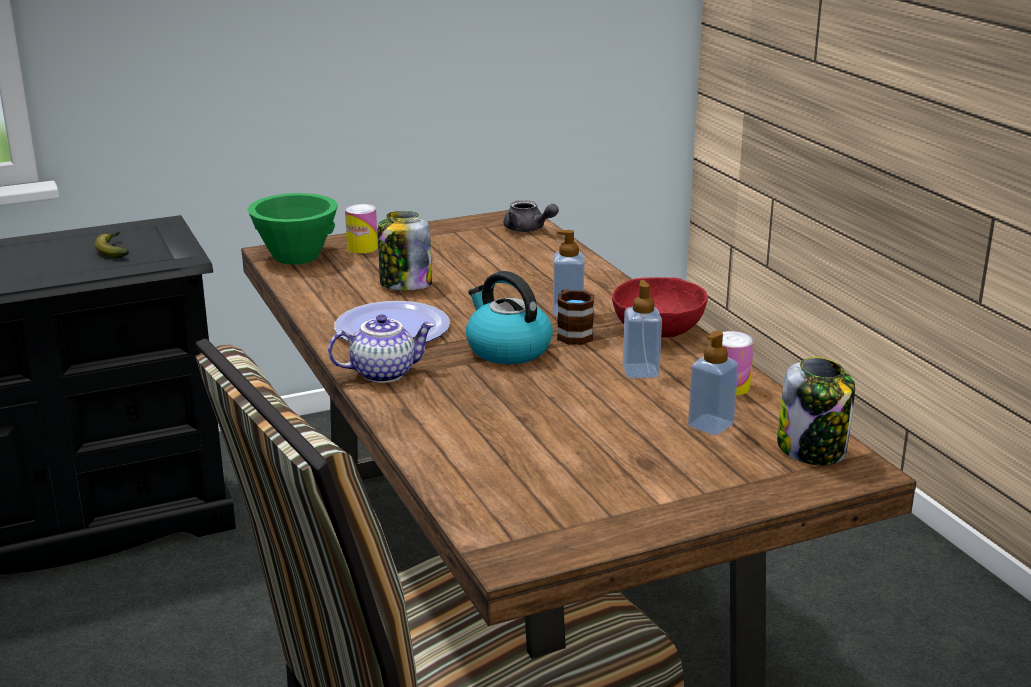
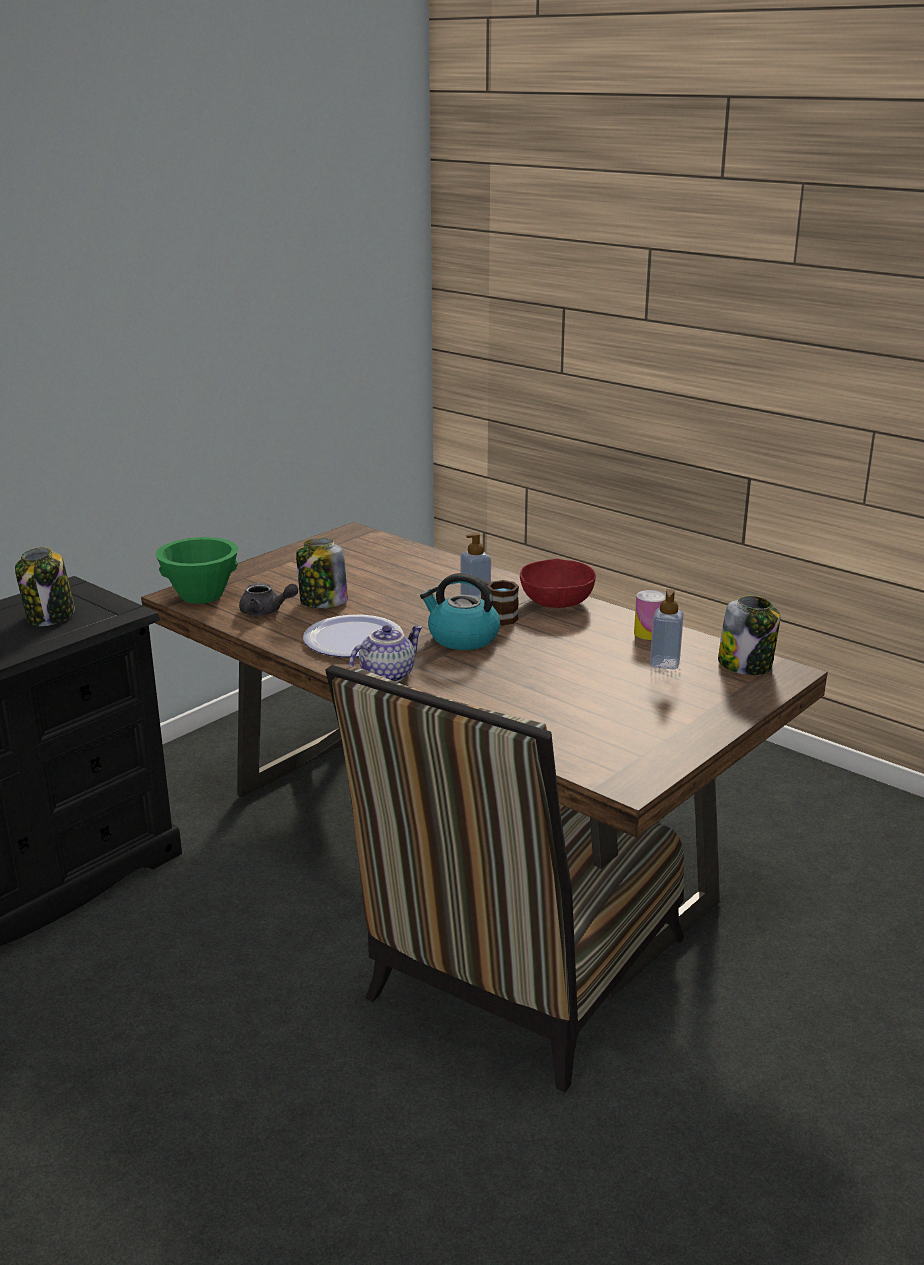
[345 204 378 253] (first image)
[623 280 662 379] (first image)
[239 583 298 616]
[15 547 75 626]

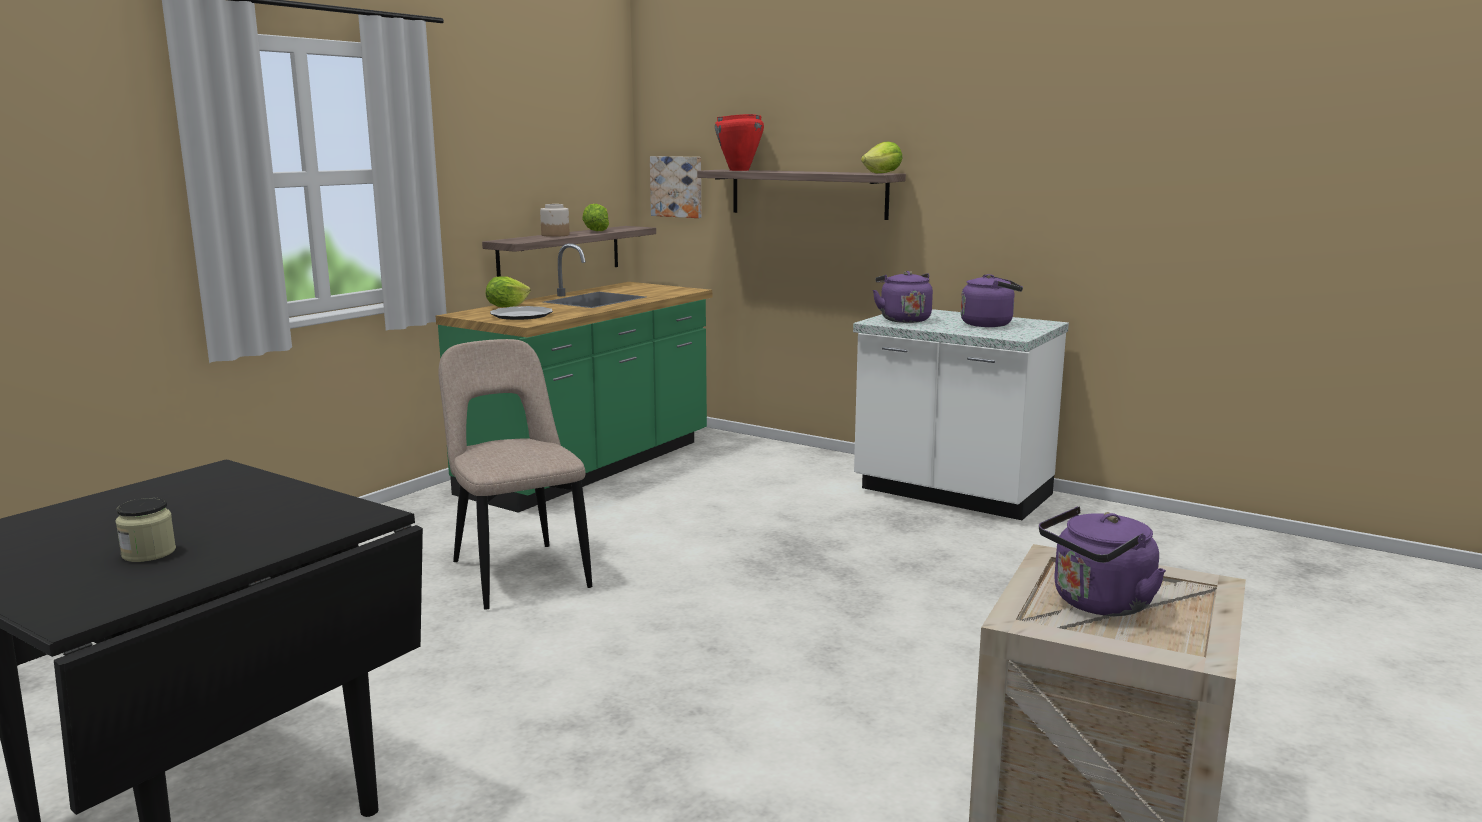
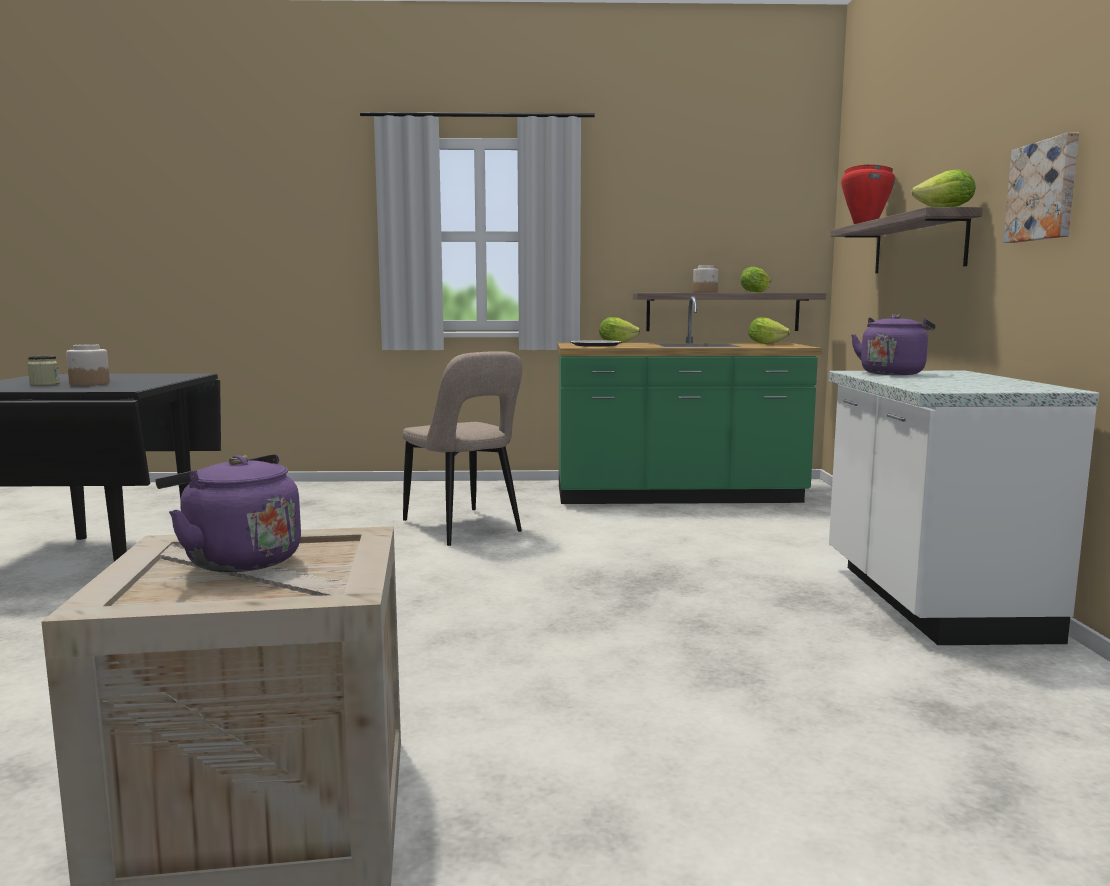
[961 274 1023 327] (first image)
[66 344 110 386]
[748 317 790 344]
[1003 132 1079 243]
[403 351 522 546]

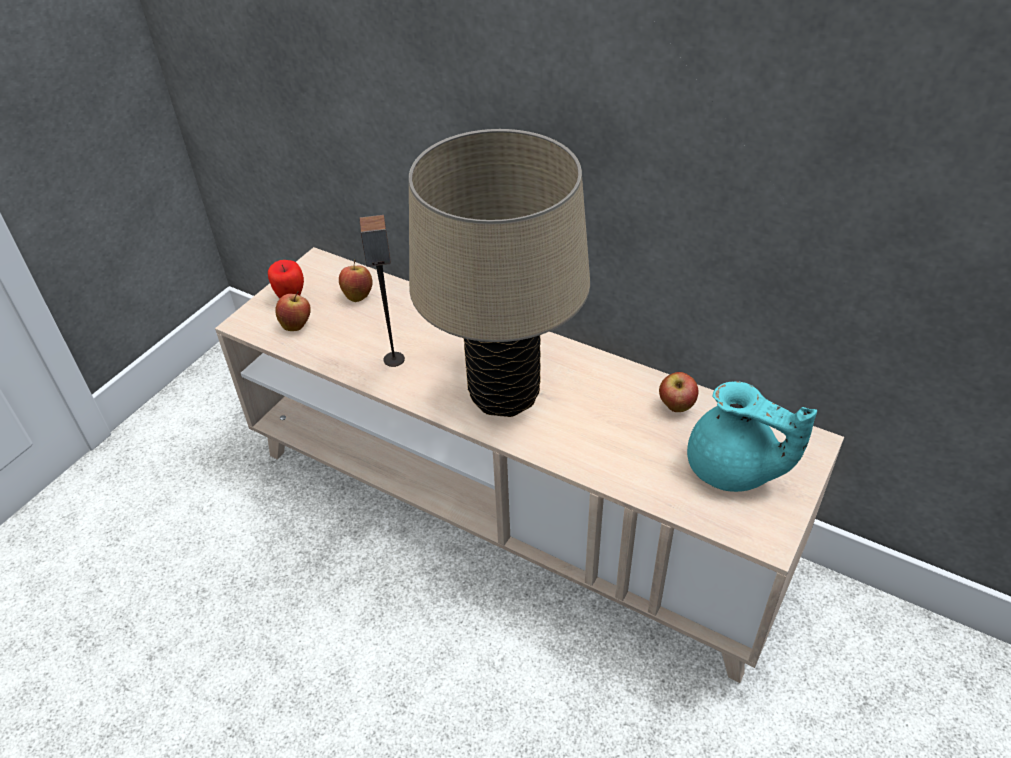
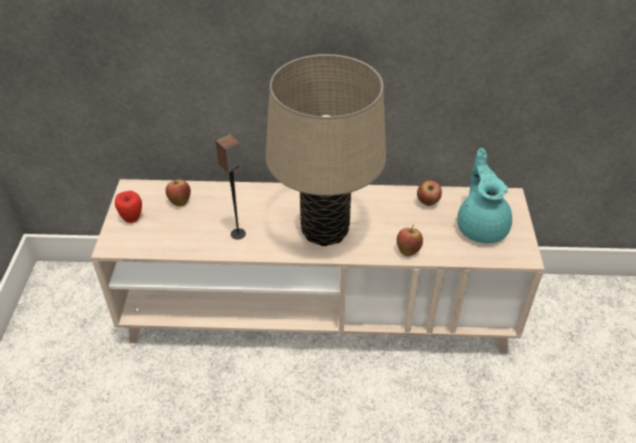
[397 225 423 256]
[457 148 512 243]

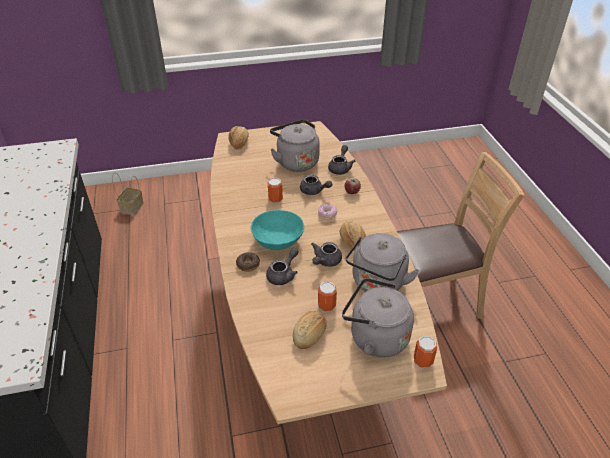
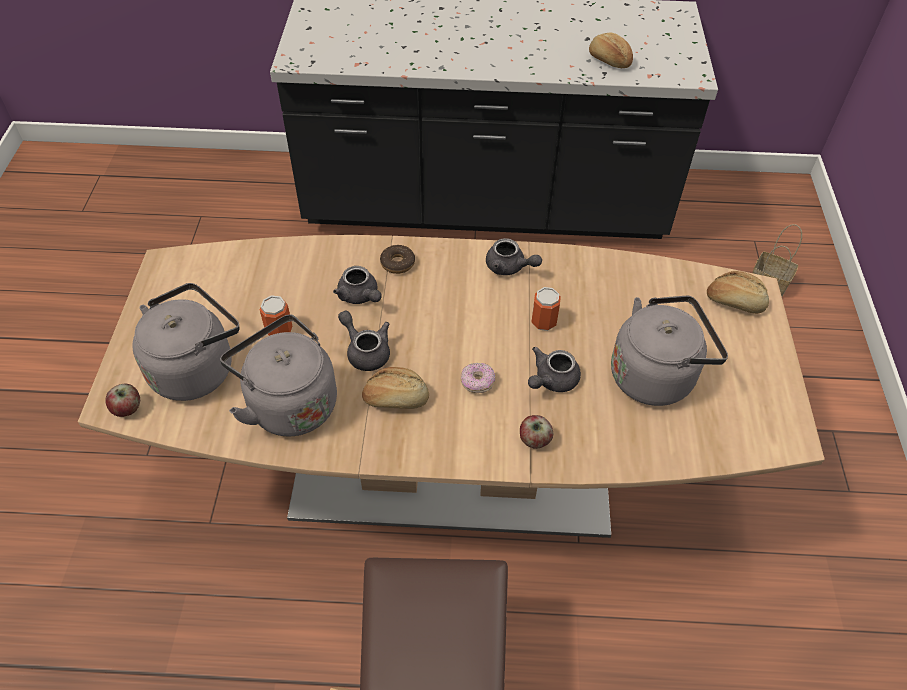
[251 210 304 250] (first image)
[589 33 633 68]
[486 238 542 275]
[105 384 140 417]

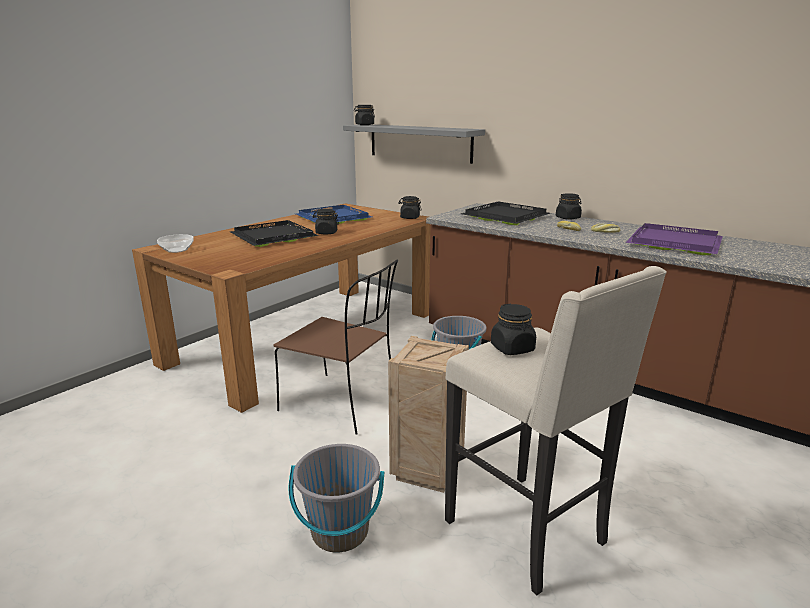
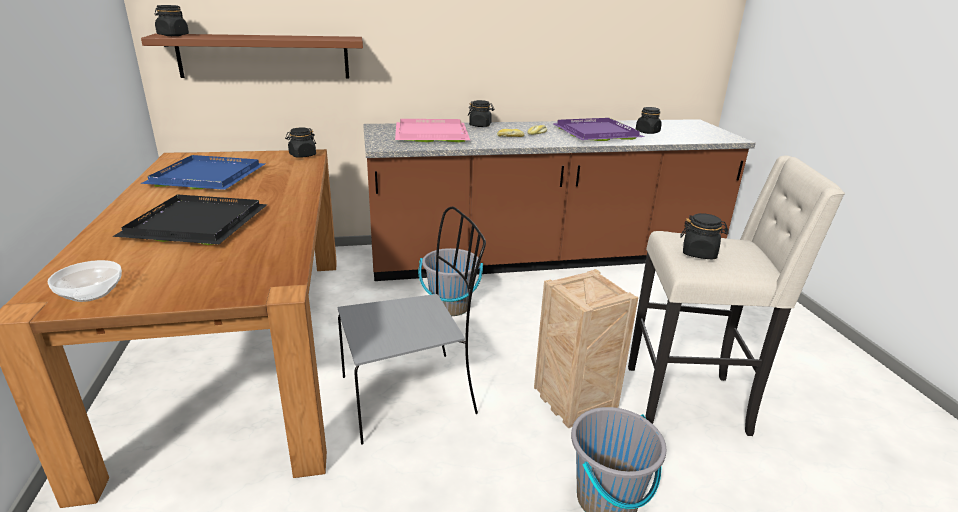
[636 107 662 134]
[338 207 486 445]
[141 33 363 78]
[395 119 470 142]

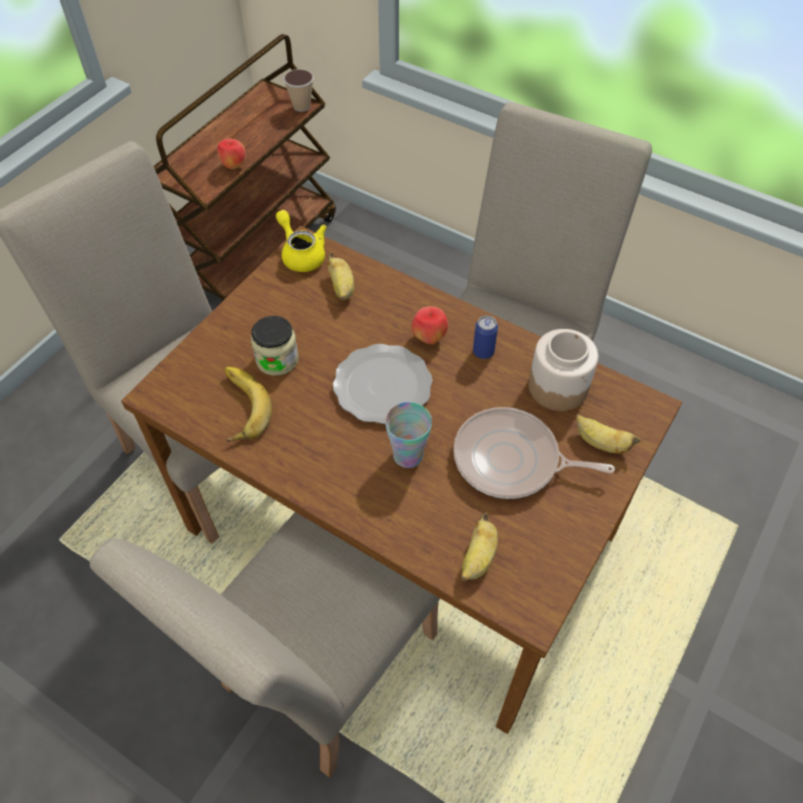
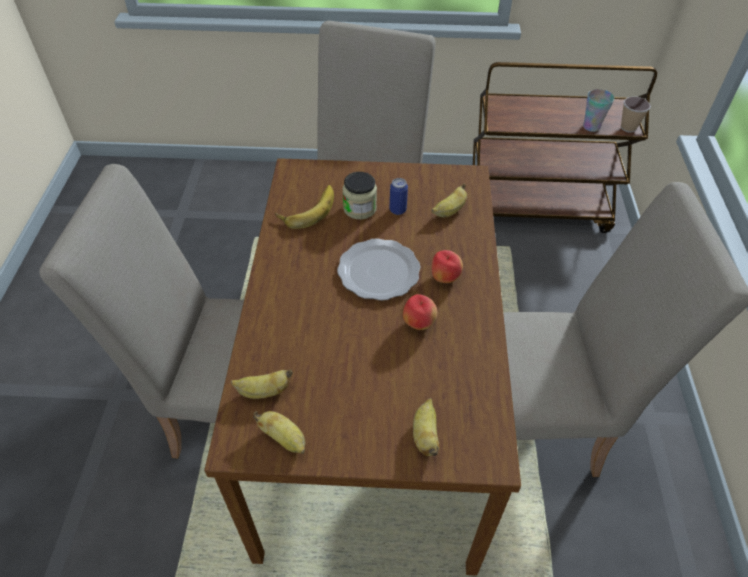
[276 210 327 272] (first image)
[453 407 615 499] (first image)
[529 329 598 411] (first image)
[253 411 305 454]
[403 294 438 330]
[583 89 614 132]
[390 178 408 215]

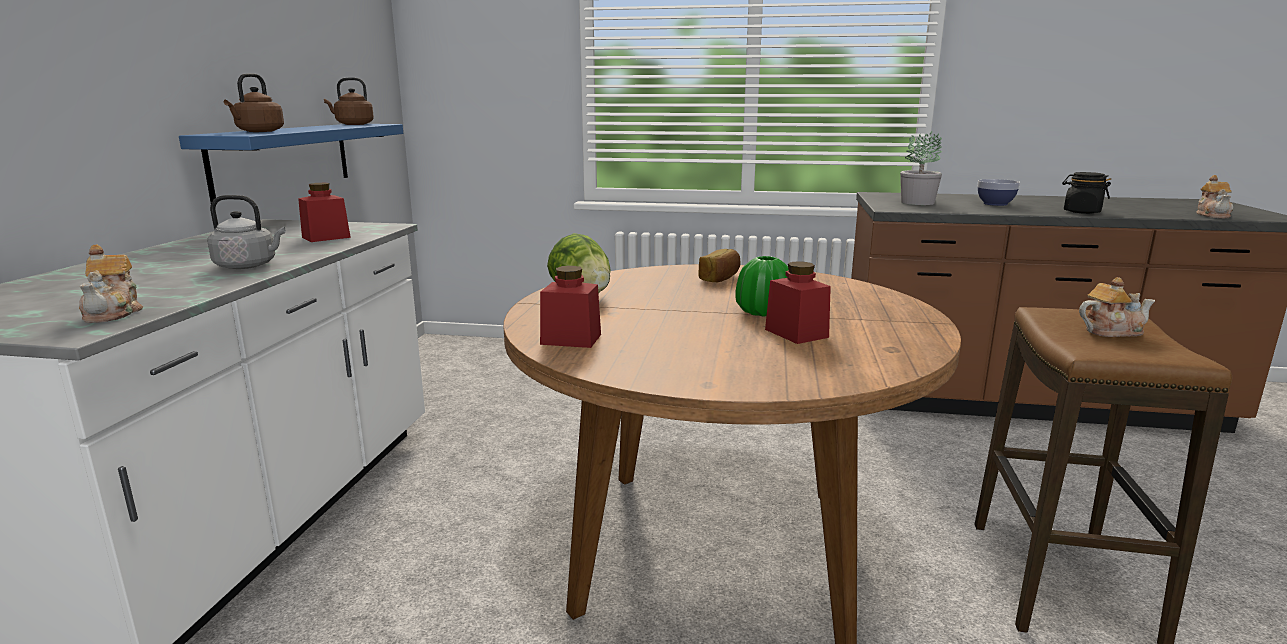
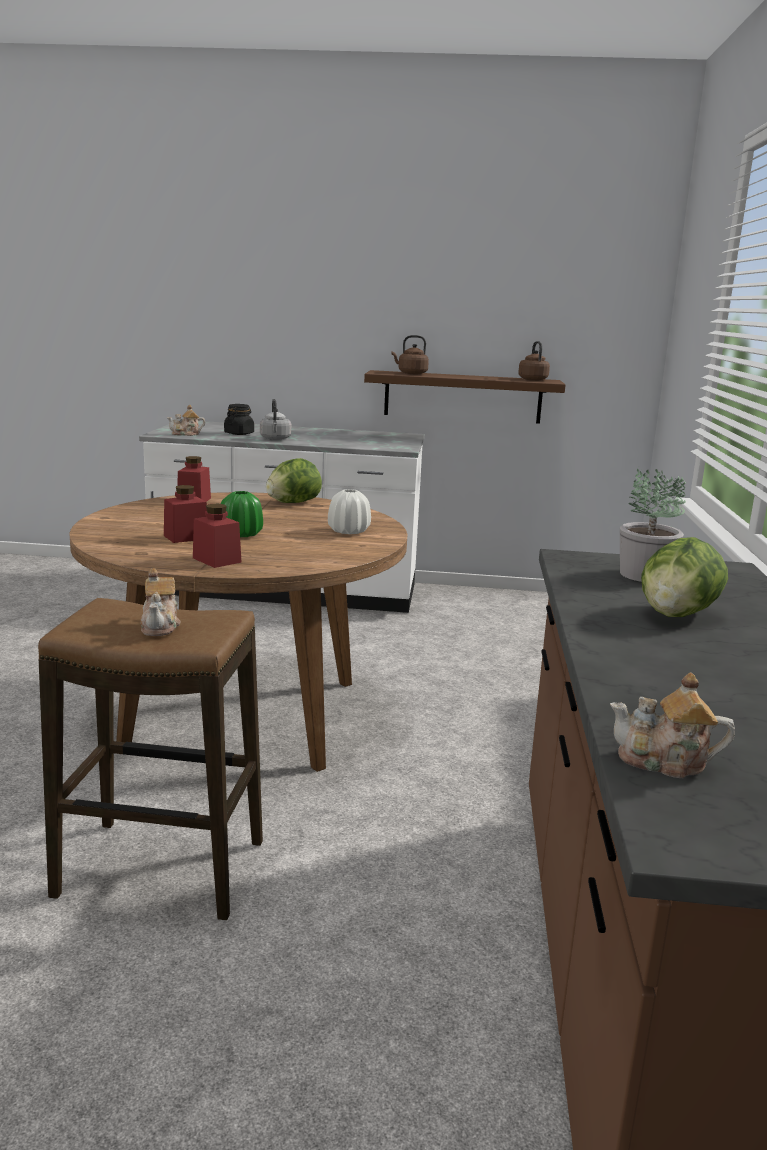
[193 504 241 568]
[224 404 254 435]
[328 489 371 534]
[641 537 728 617]
[364 370 565 424]

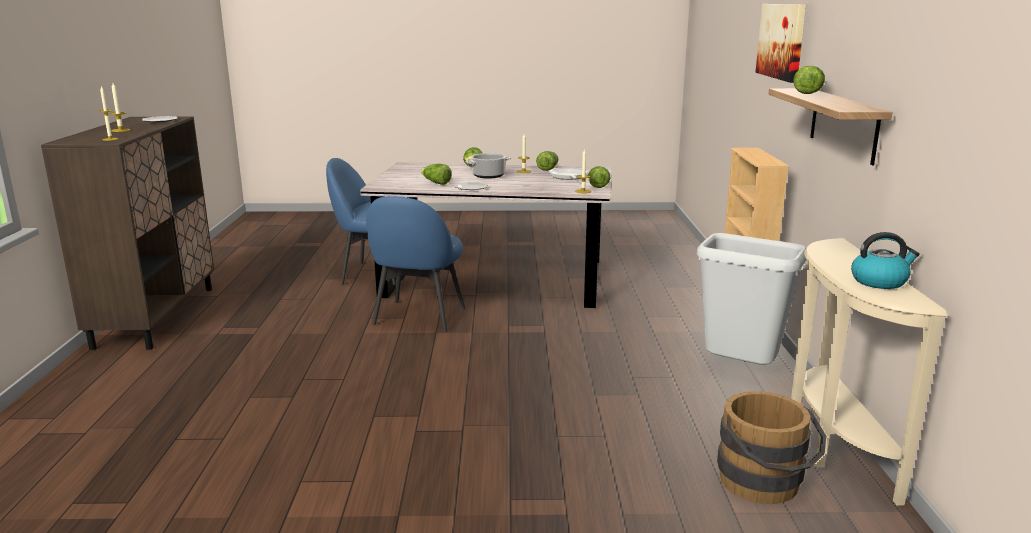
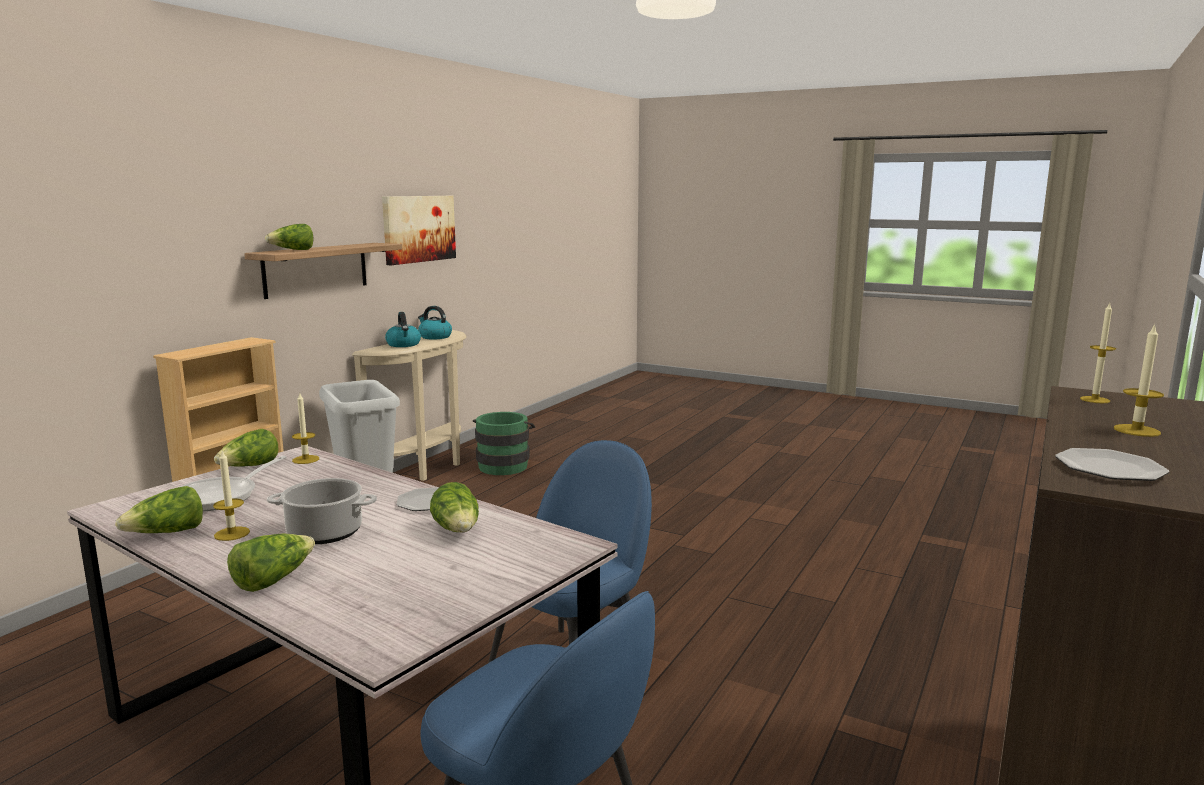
[385 312 421 347]
[382 196 456 265]
[473 412 535 475]

